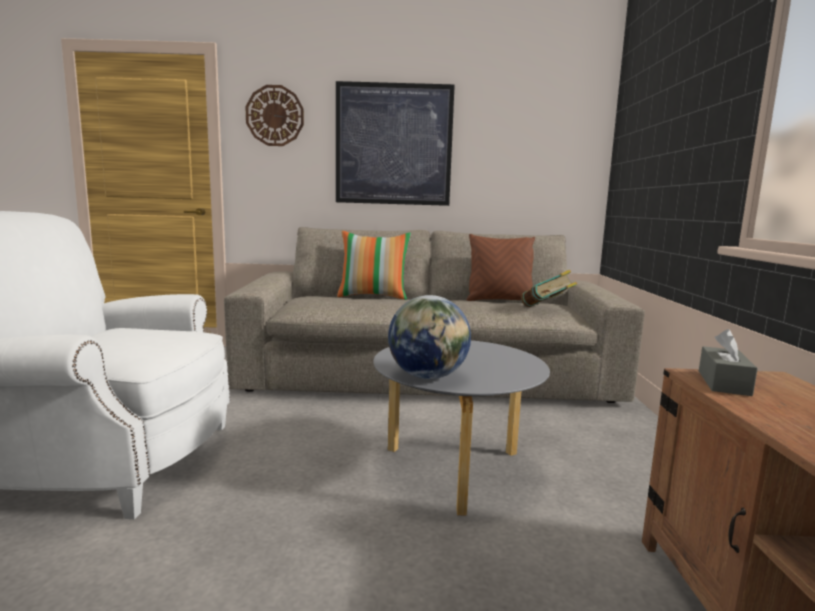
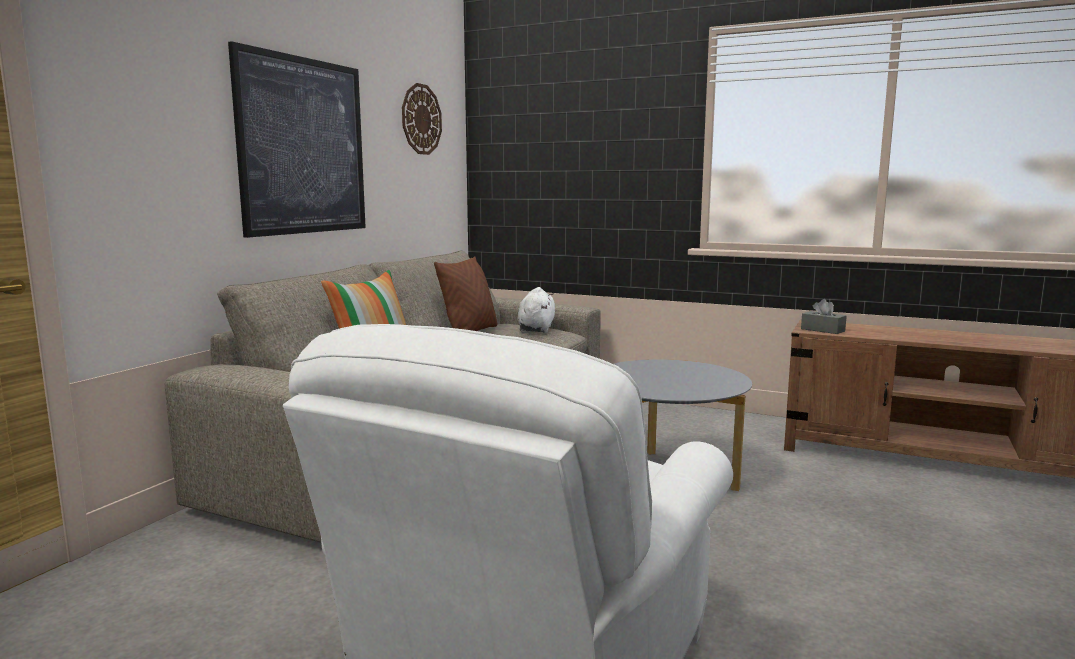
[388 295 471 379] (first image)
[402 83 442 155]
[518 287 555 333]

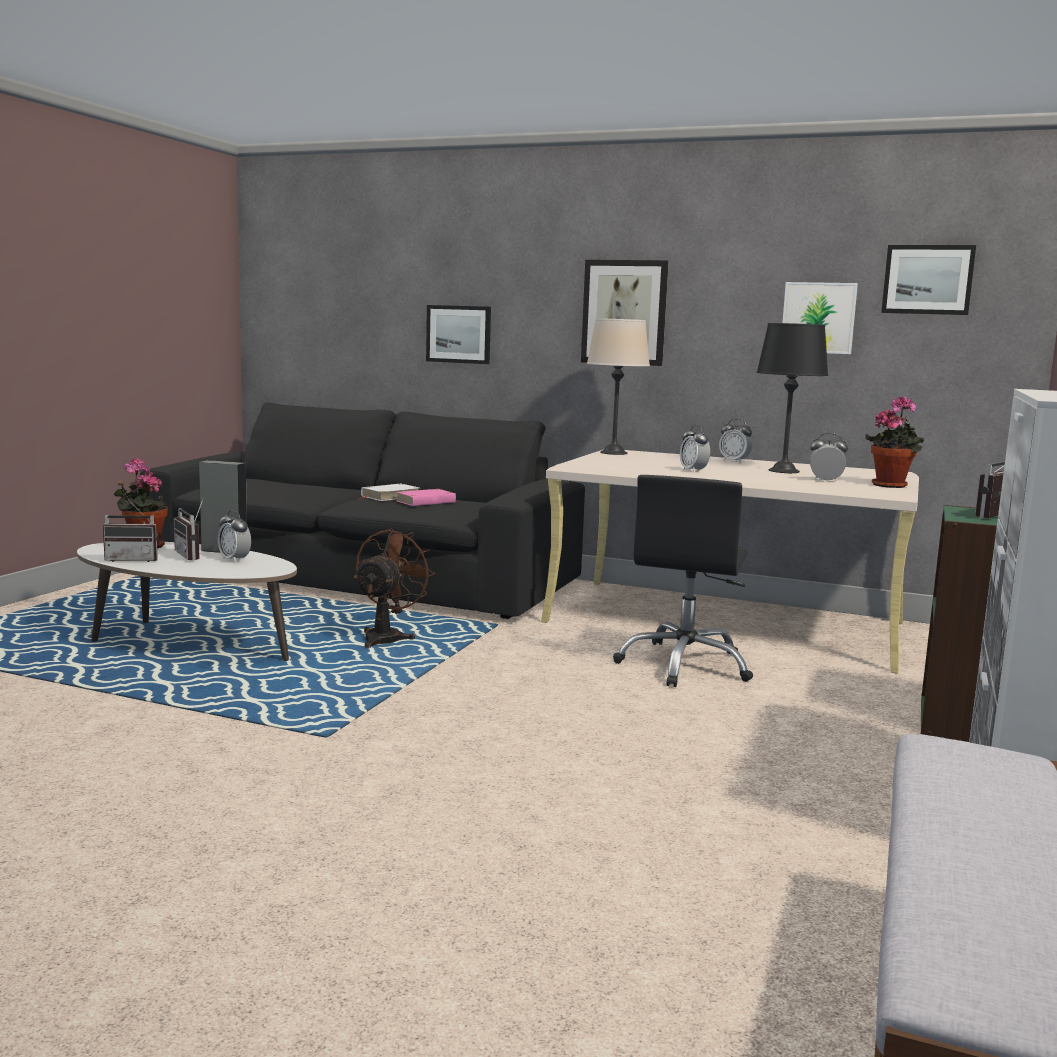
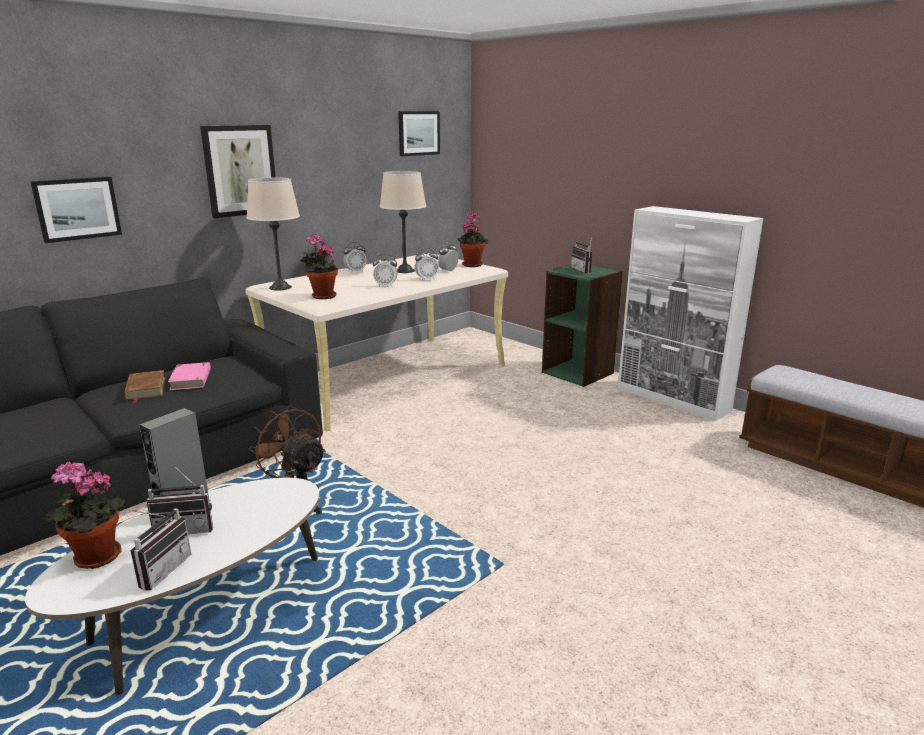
[613 475 753 687] (first image)
[782 282 858 354] (first image)
[300 233 338 299]
[415 248 439 280]
[124 370 165 403]
[380 171 426 273]

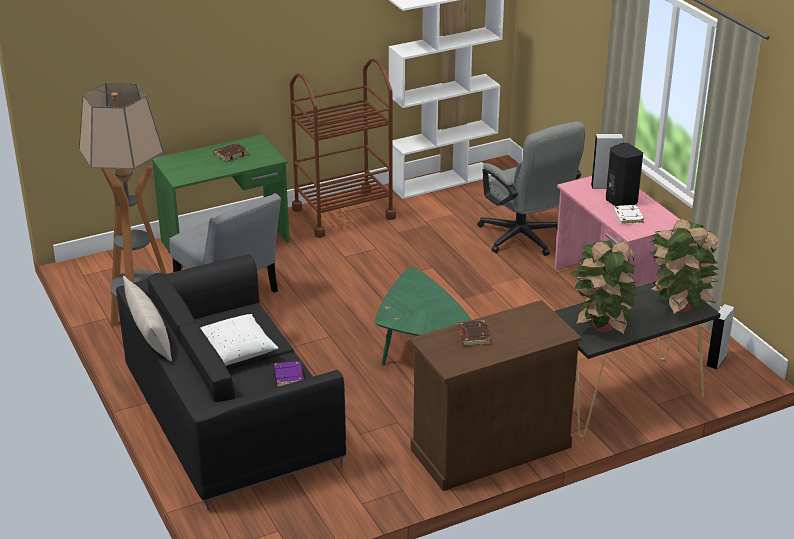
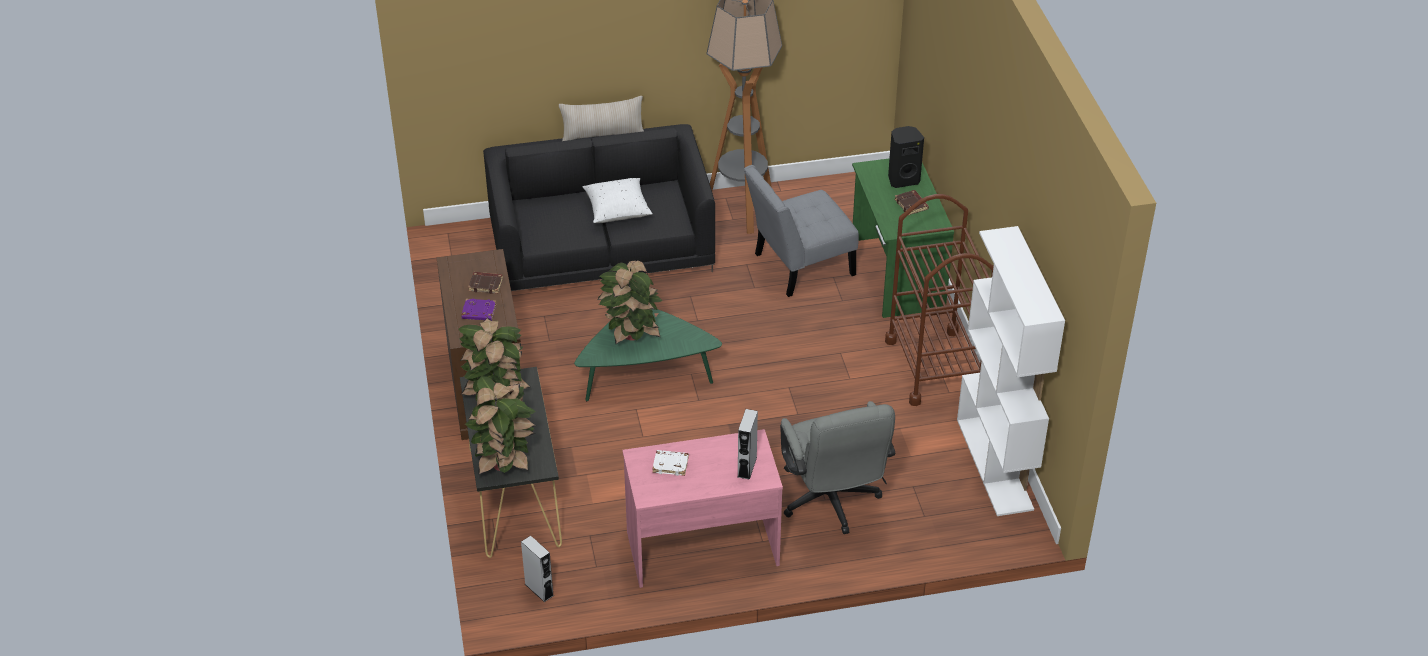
[597 260 663 344]
[462 299 496 320]
[888 126 924 188]
[780 401 895 534]

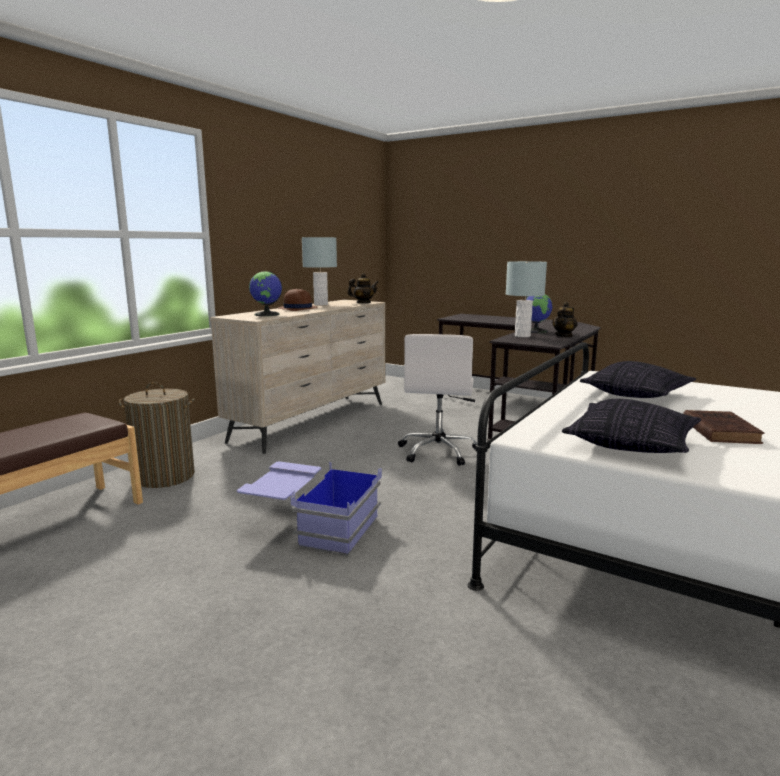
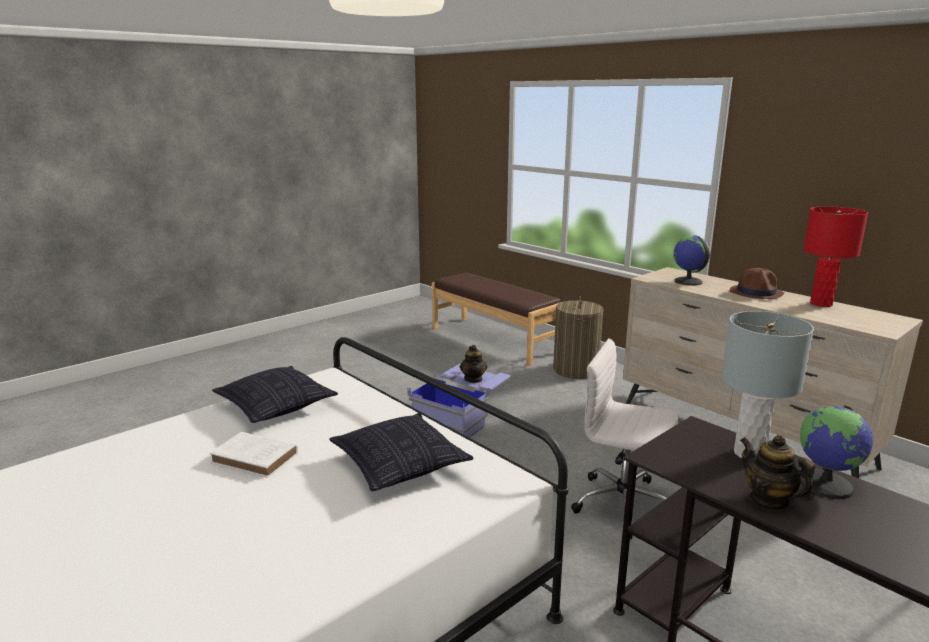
[460 345 487 383]
[803 206 868 307]
[210 432 298 478]

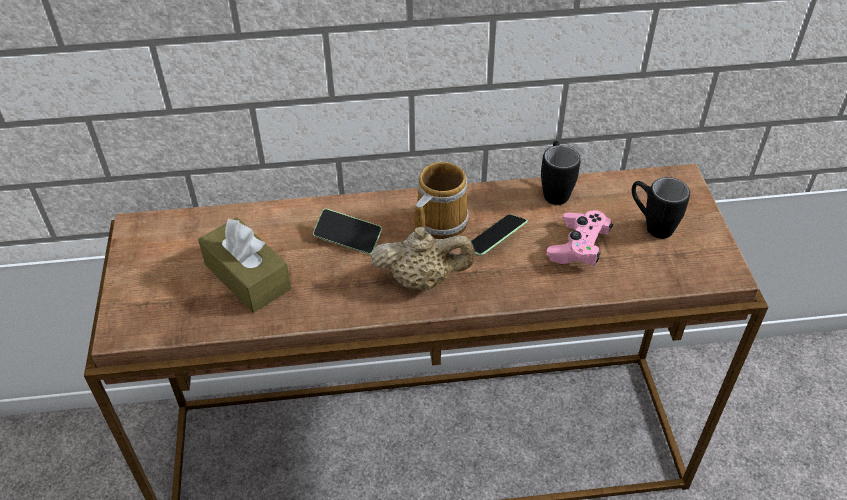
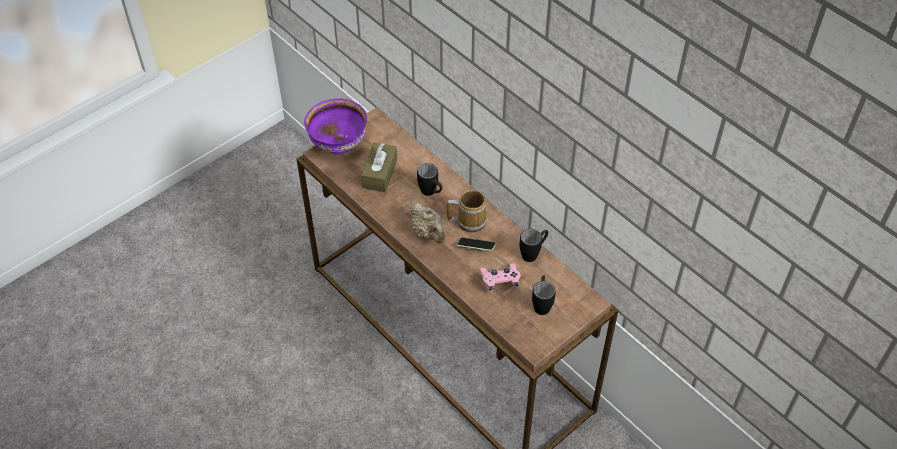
[304 98 367 154]
[417 163 442 196]

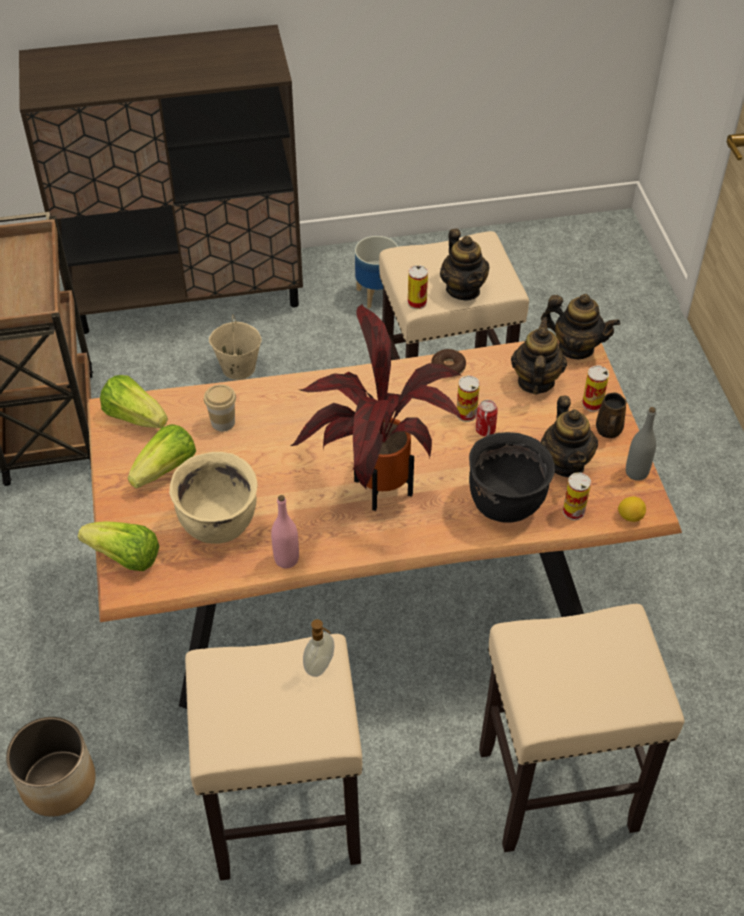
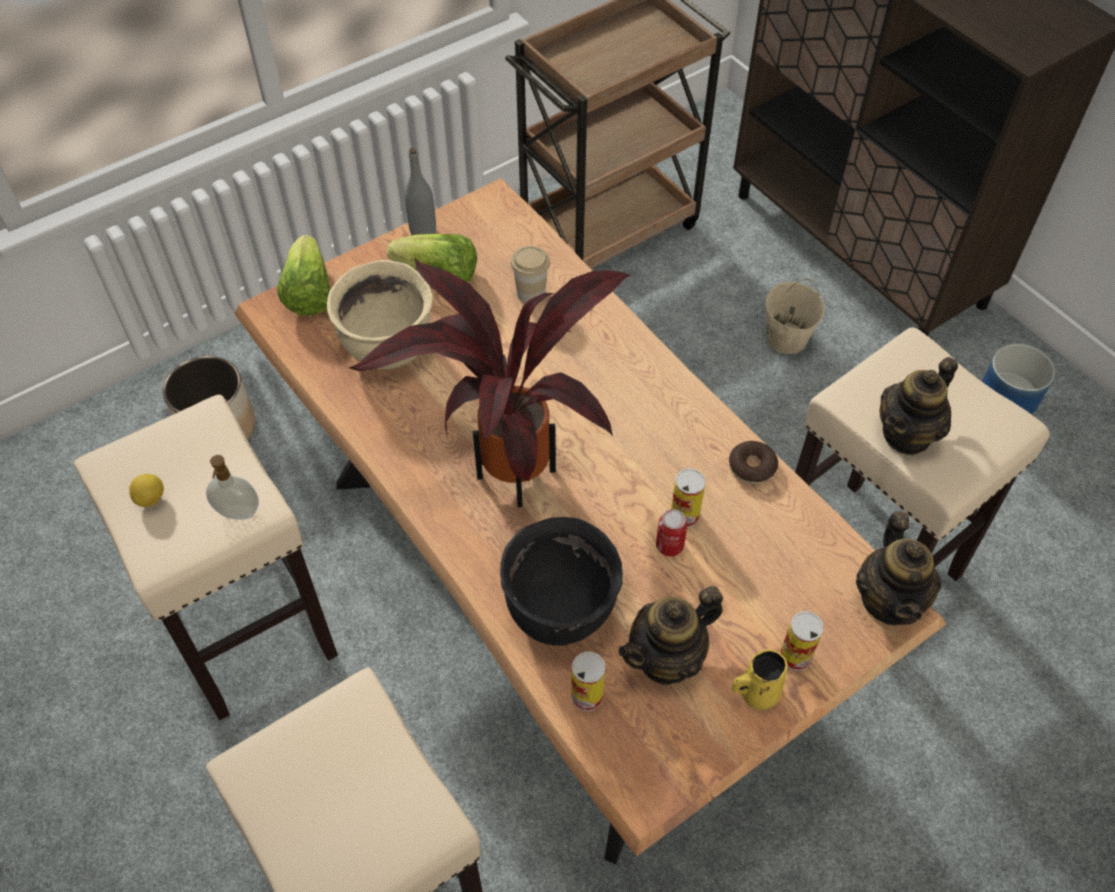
[100 375 168 428] (first image)
[271 495 299 568] (first image)
[408 265 428 309] (first image)
[511 317 567 394] (first image)
[129 474 164 507]
[405 148 436 235]
[731 650 788 710]

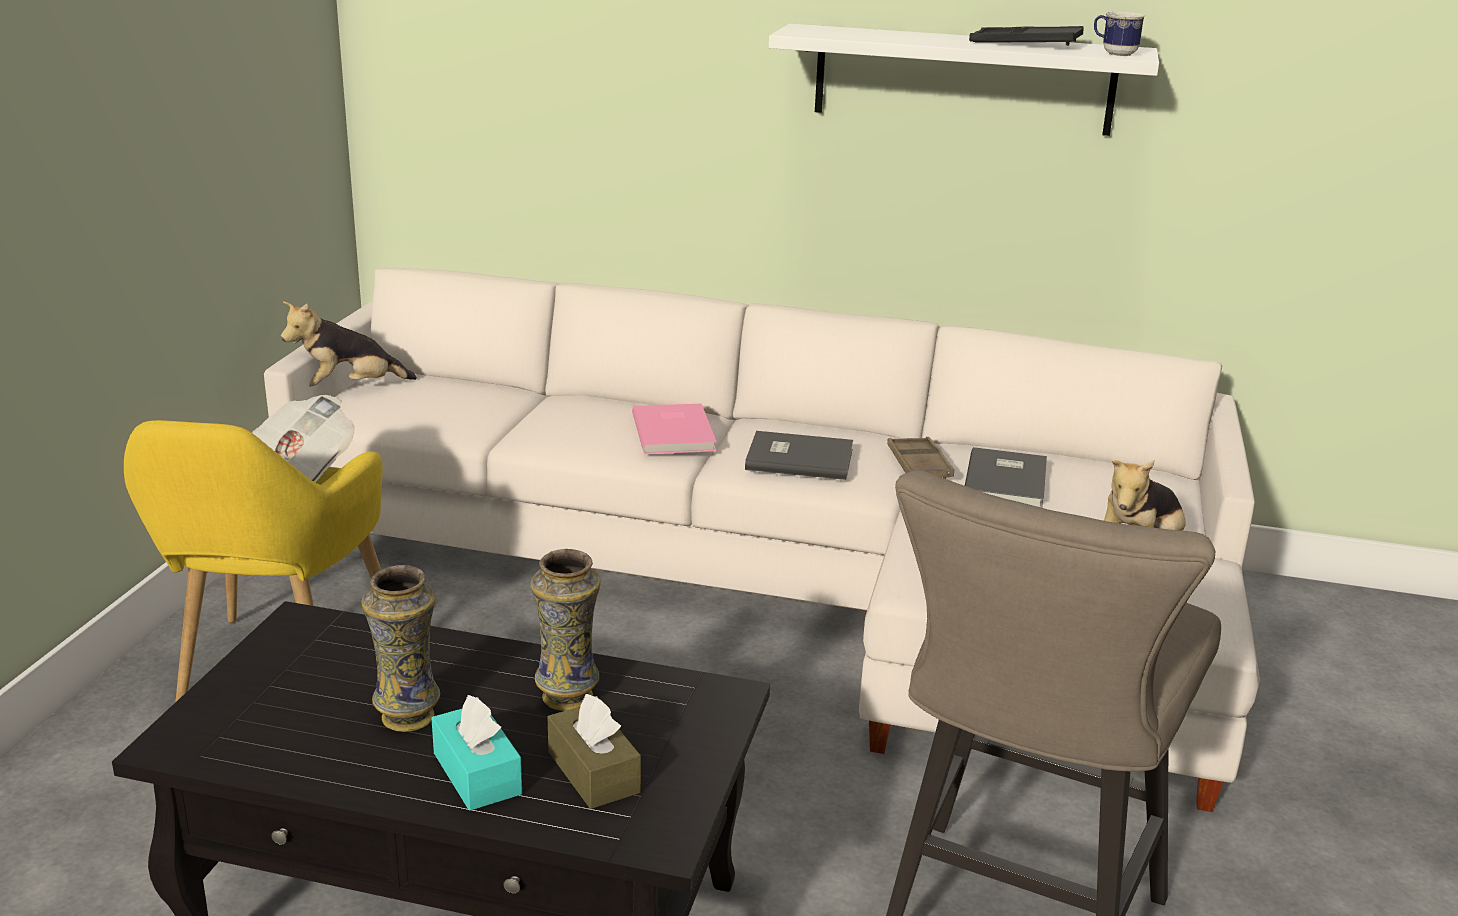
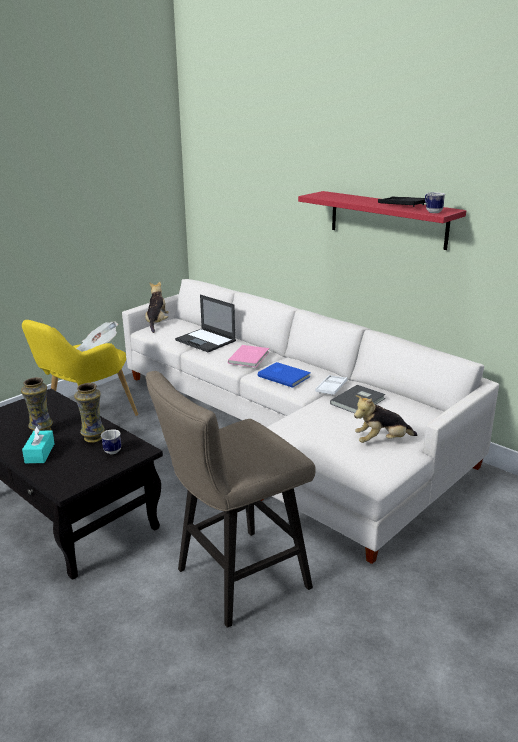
[548 694 641 809] (first image)
[101 429 121 454]
[175 295 236 352]
[258 362 311 388]
[298 191 466 250]
[315 375 347 396]
[145 281 169 333]

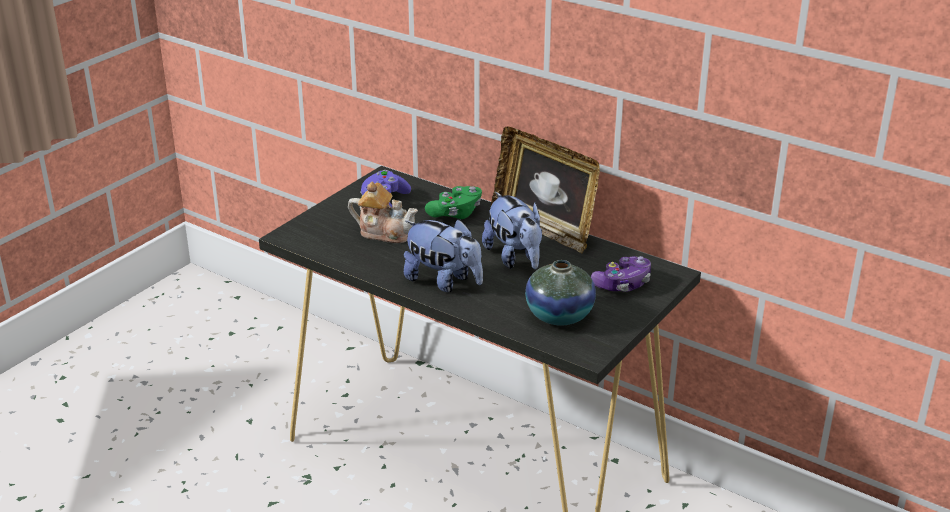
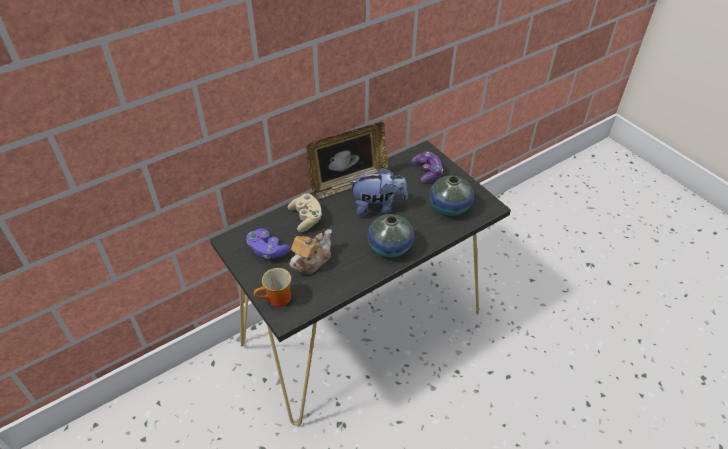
[254 268 291 307]
[368 214 414 257]
[288 193 322 232]

